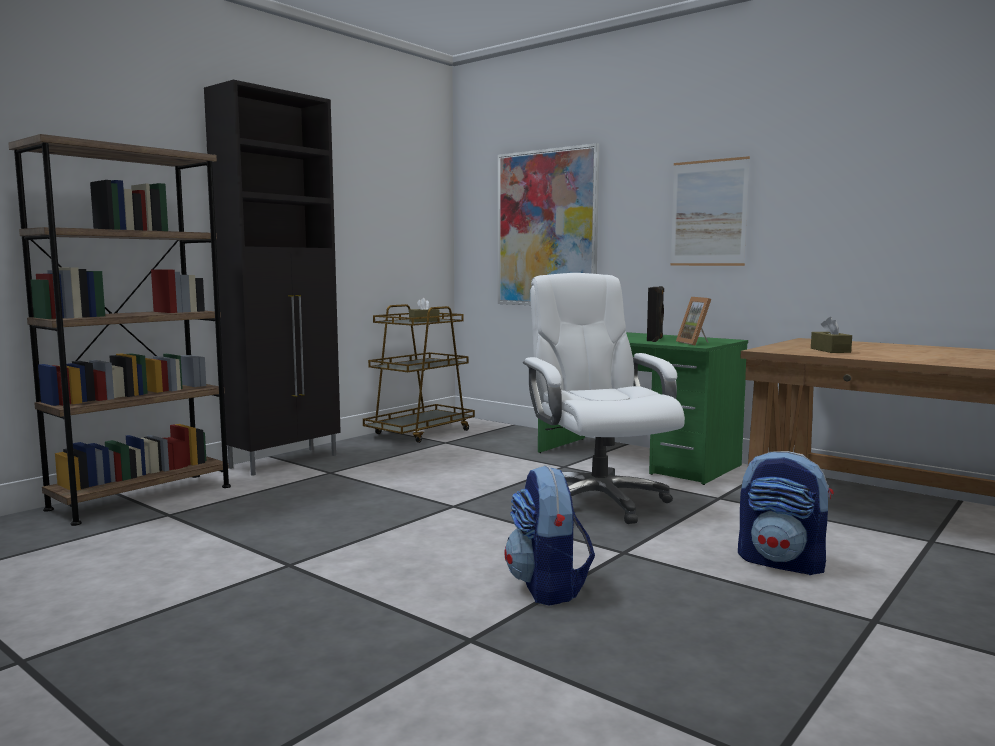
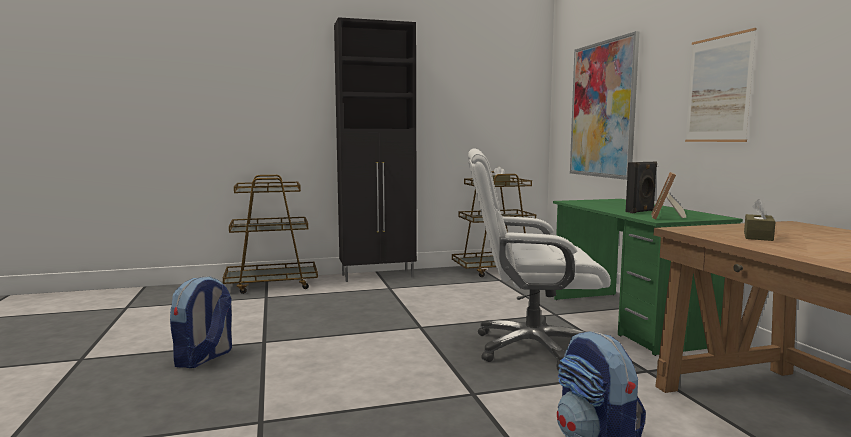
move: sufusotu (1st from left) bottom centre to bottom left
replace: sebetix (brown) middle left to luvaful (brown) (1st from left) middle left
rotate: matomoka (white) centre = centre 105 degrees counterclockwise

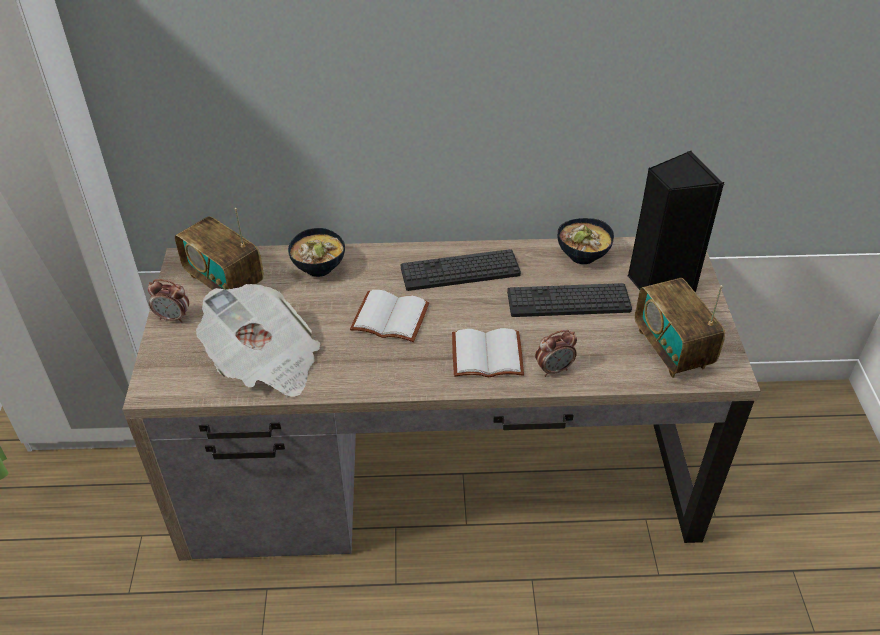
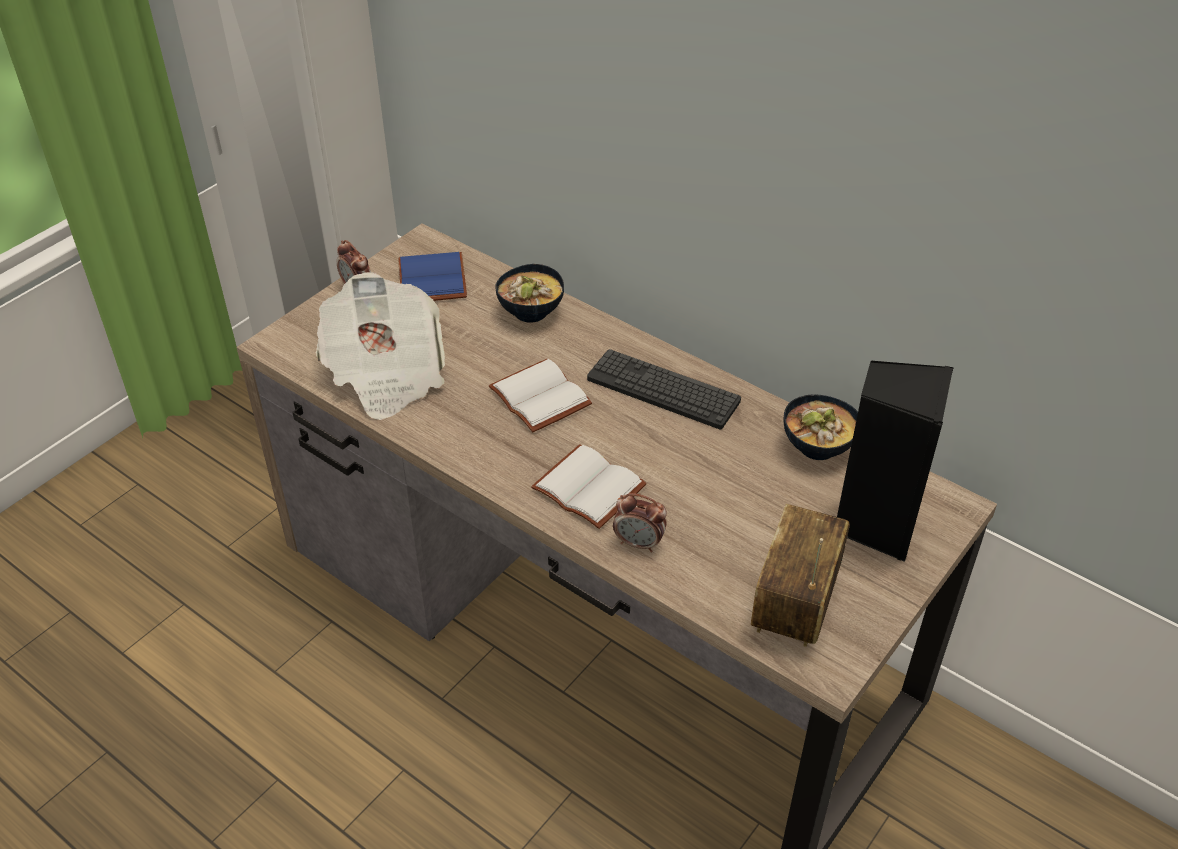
delete: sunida (2nd from left) centre
replace: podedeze (1st from left) middle left to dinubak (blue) top centre

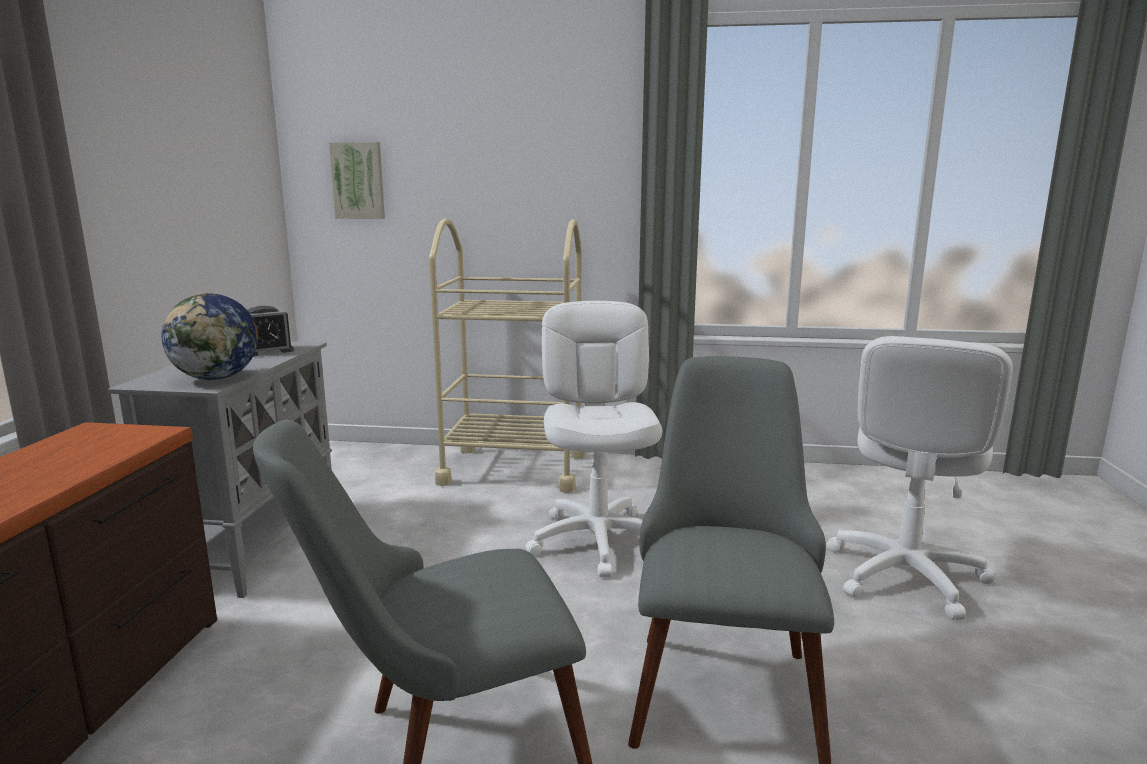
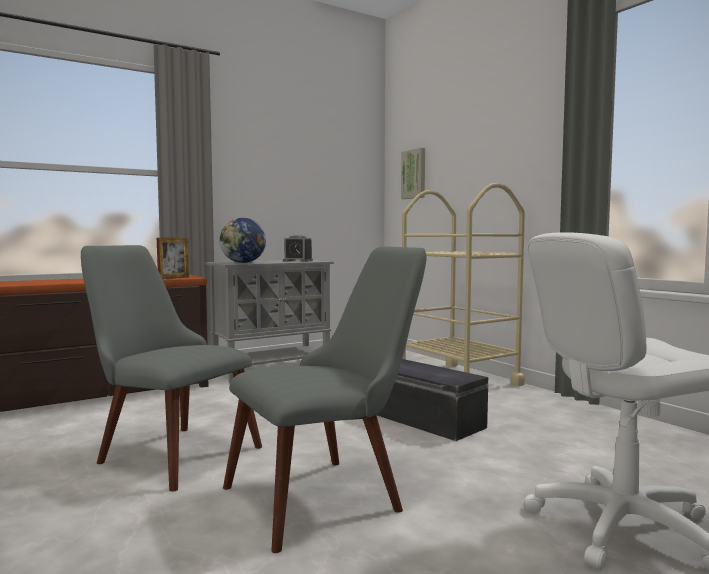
insert: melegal middle left
replace: matomoka (white) (1st from left) centre to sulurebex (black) bottom centre

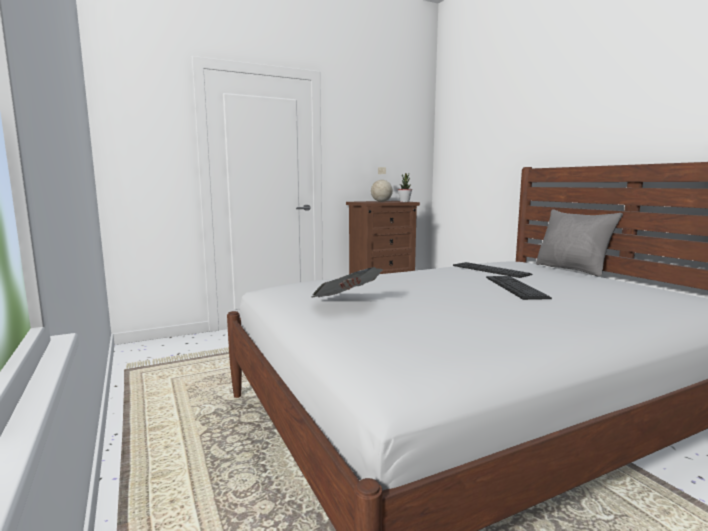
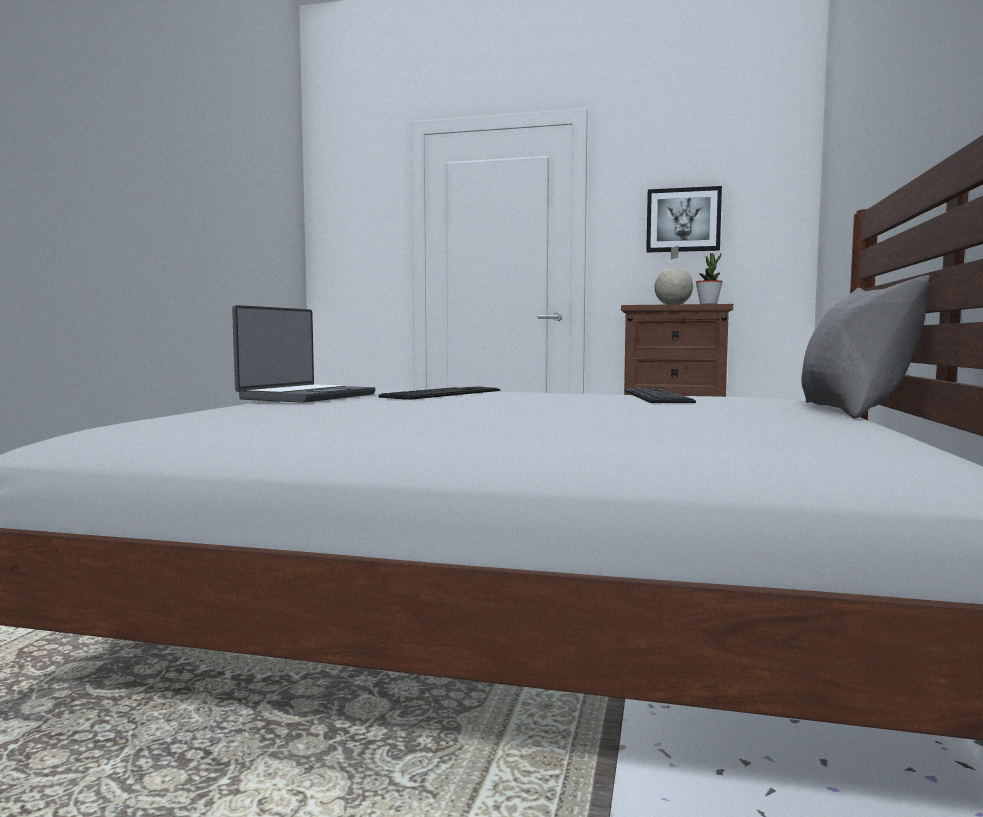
insert: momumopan top right
move: sunida (2nd from left in the first image) middle right to sunida (1st from left) centre
replace: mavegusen centre to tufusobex middle left

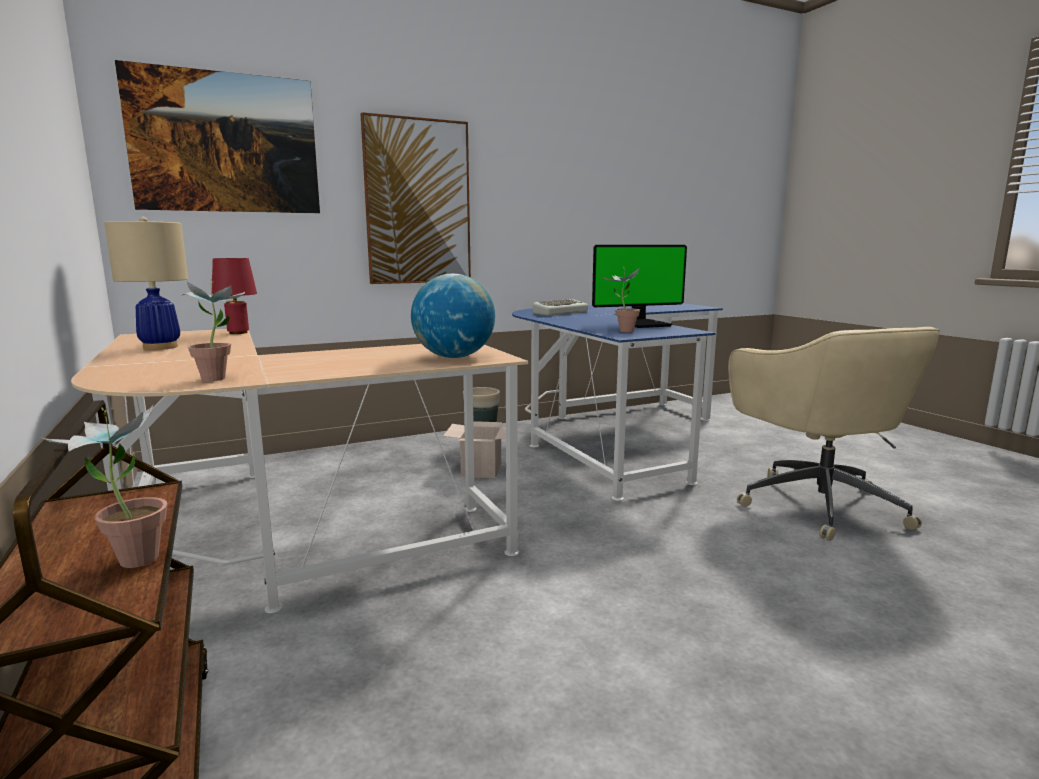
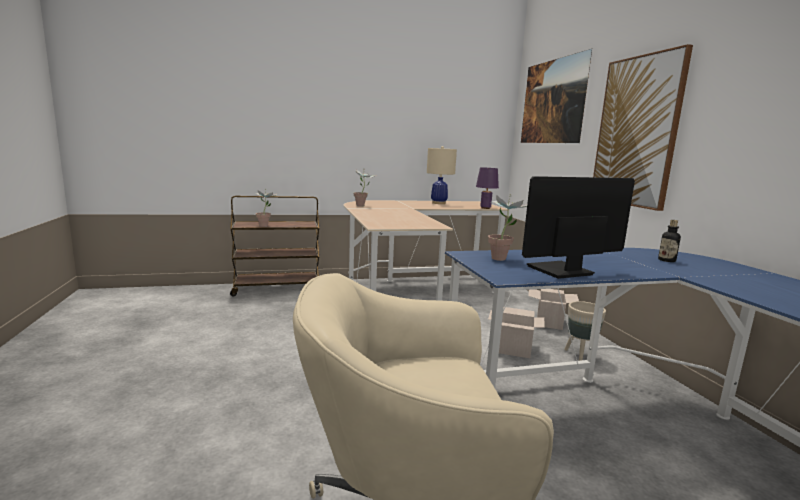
delete: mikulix centre
insert: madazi (2nd from left) middle right
replace: sunida centre to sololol middle right
recolor: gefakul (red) middle left to gefakul (purple) centre
rotate: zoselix centre = middle right 75 degrees clockwise

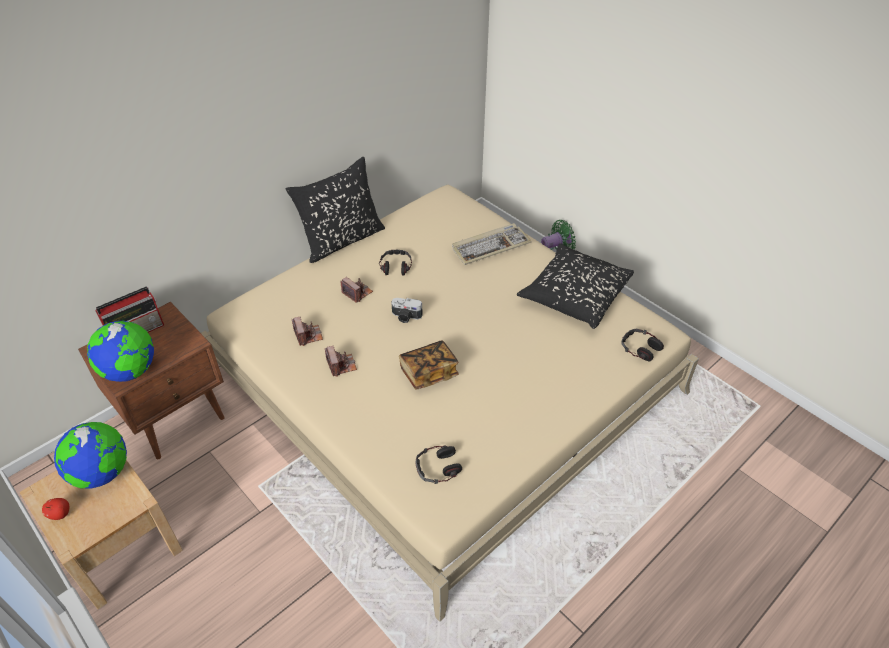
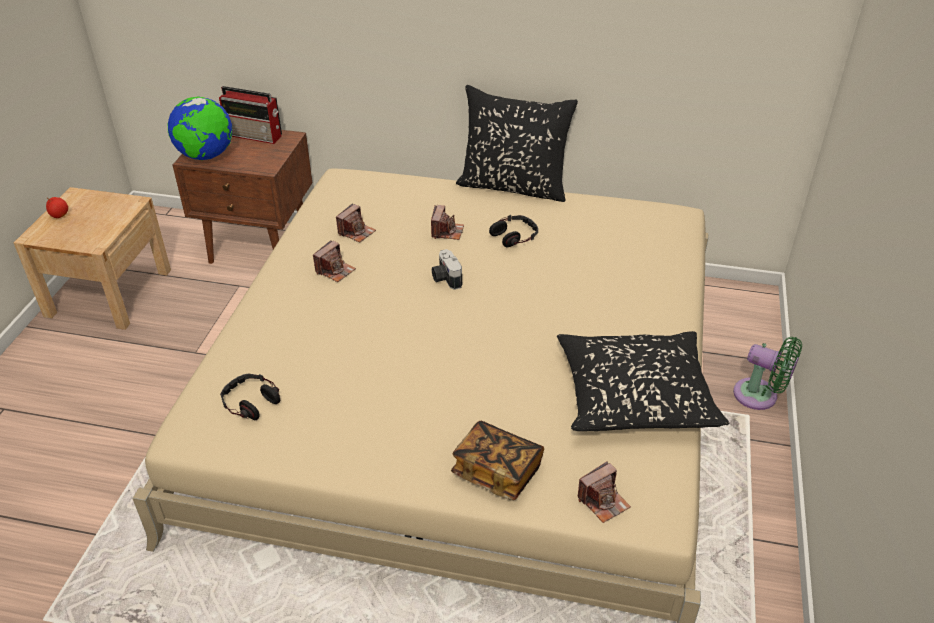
delete: mikulix (1st from left) bottom left; sunida centre
move: dinubak centre to bottom centre
replace: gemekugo (3rd from left) middle right to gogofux (5th from left) bottom centre

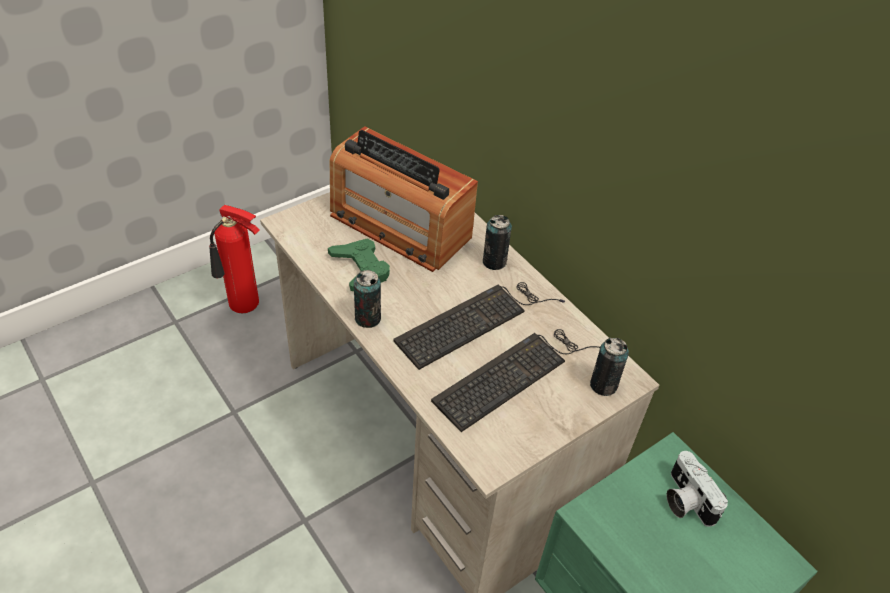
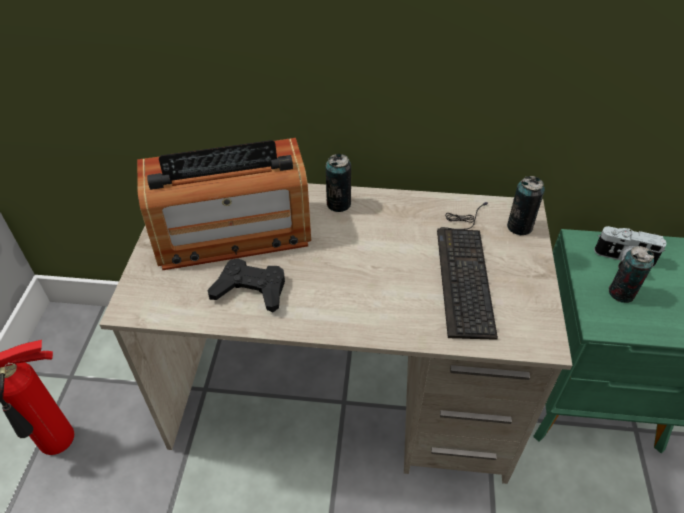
delete: sunida (1st from left) centre
move: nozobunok (1st from left in the first image) centre to nozobunok (3rd from left) middle right
recolor: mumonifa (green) centre to mumonifa (black) centre

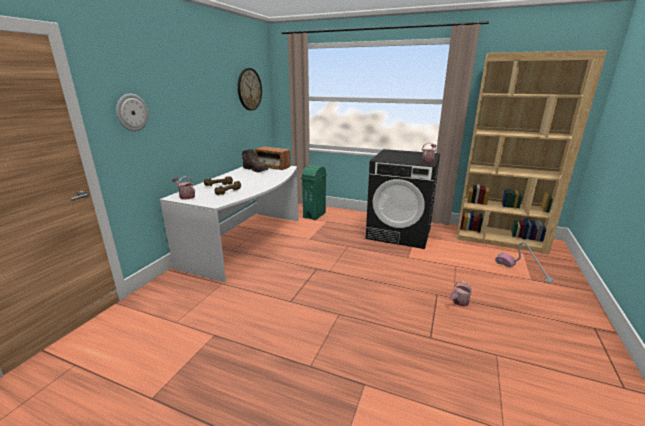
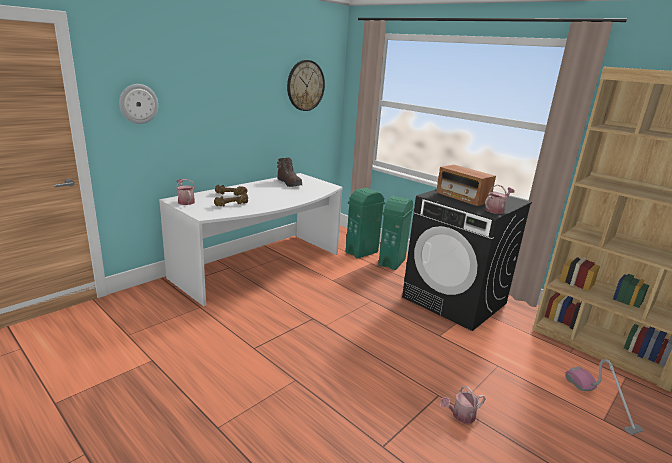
insert: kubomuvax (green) (2nd from left) centre
move: podedeze centre to middle right

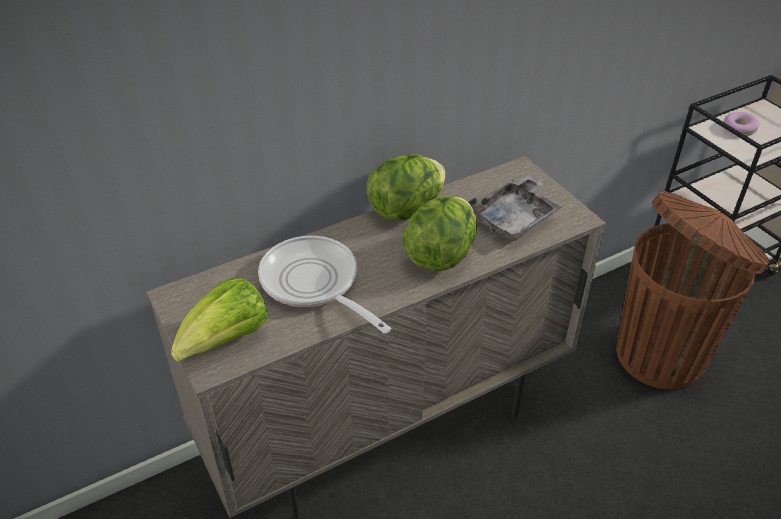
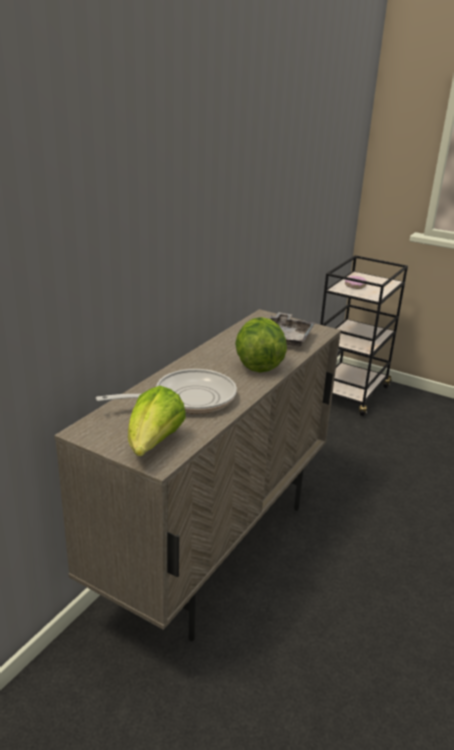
delete: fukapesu (2nd from left) centre; kubomuvax (brown) middle right
rotate: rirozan centre = centre 135 degrees clockwise

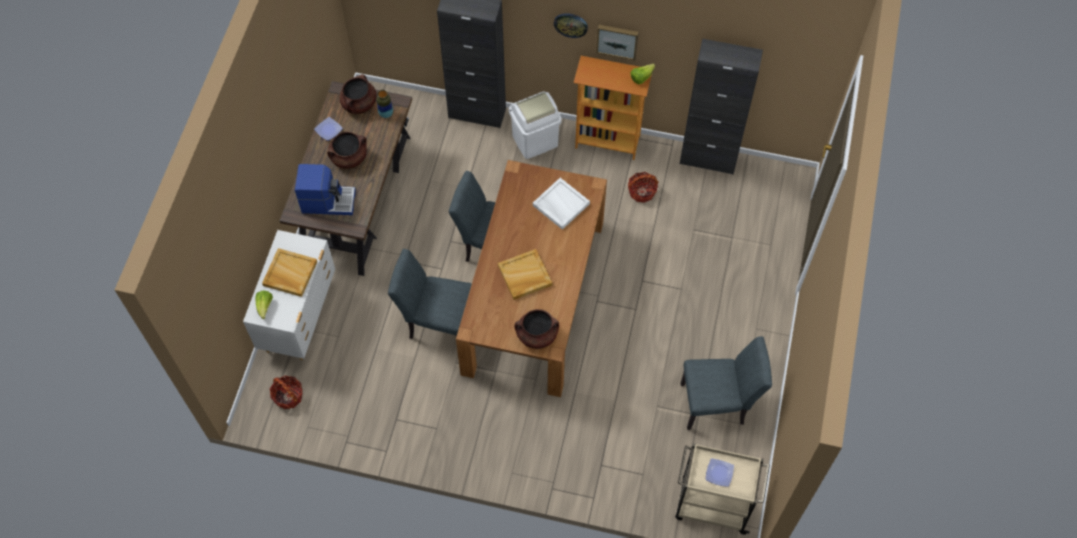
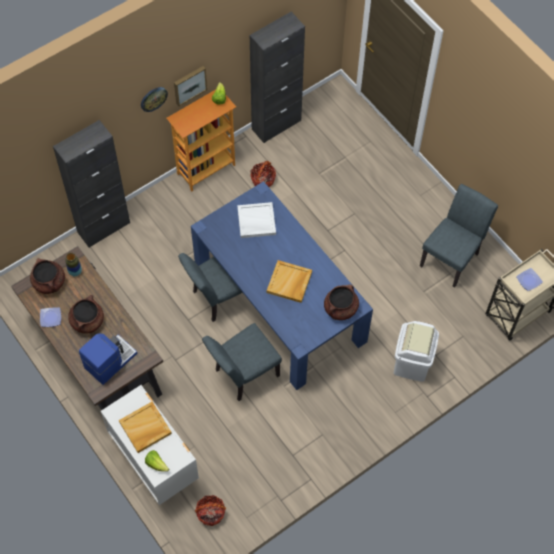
move: kubomuvax (white) top centre to middle right
recolor: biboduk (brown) centre to biboduk (blue) centre

